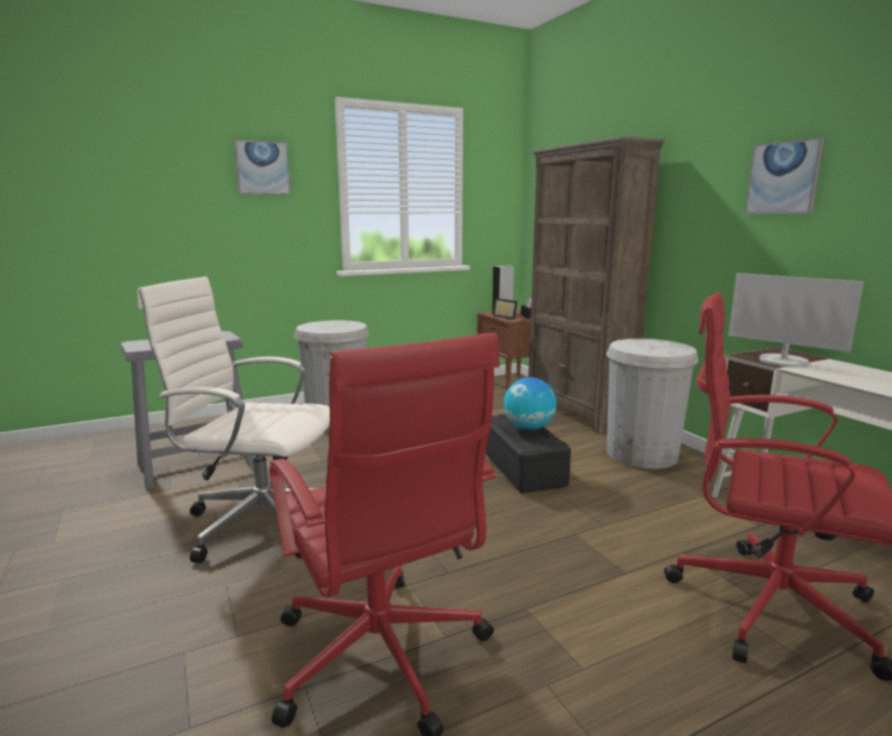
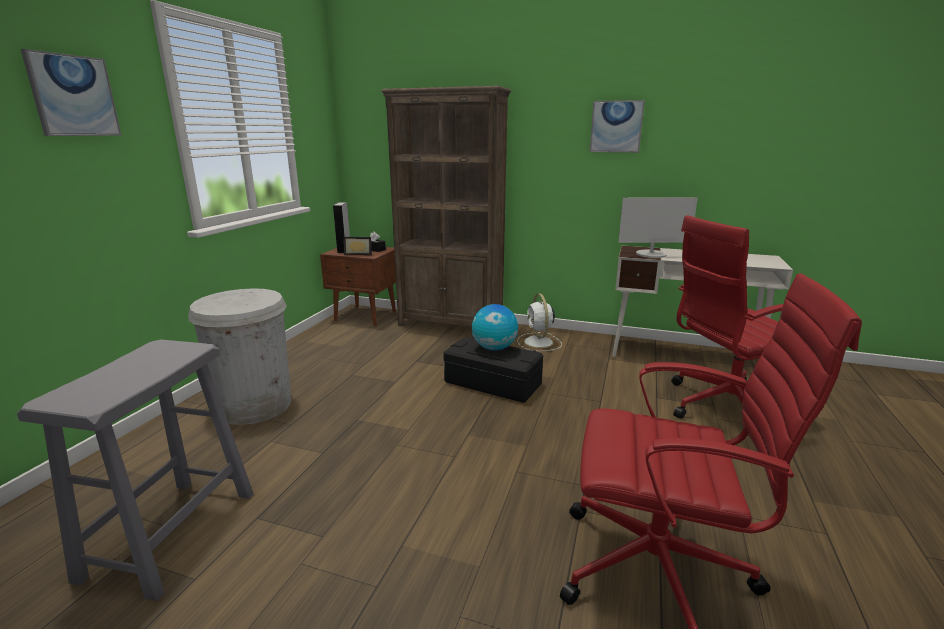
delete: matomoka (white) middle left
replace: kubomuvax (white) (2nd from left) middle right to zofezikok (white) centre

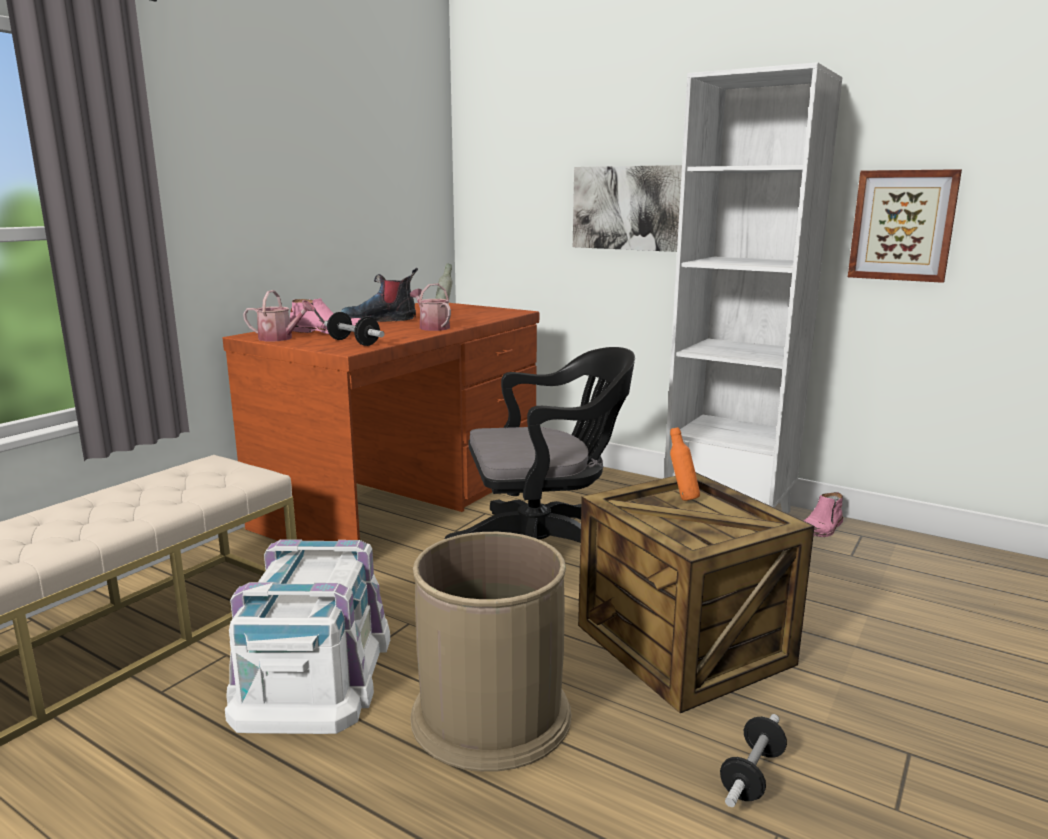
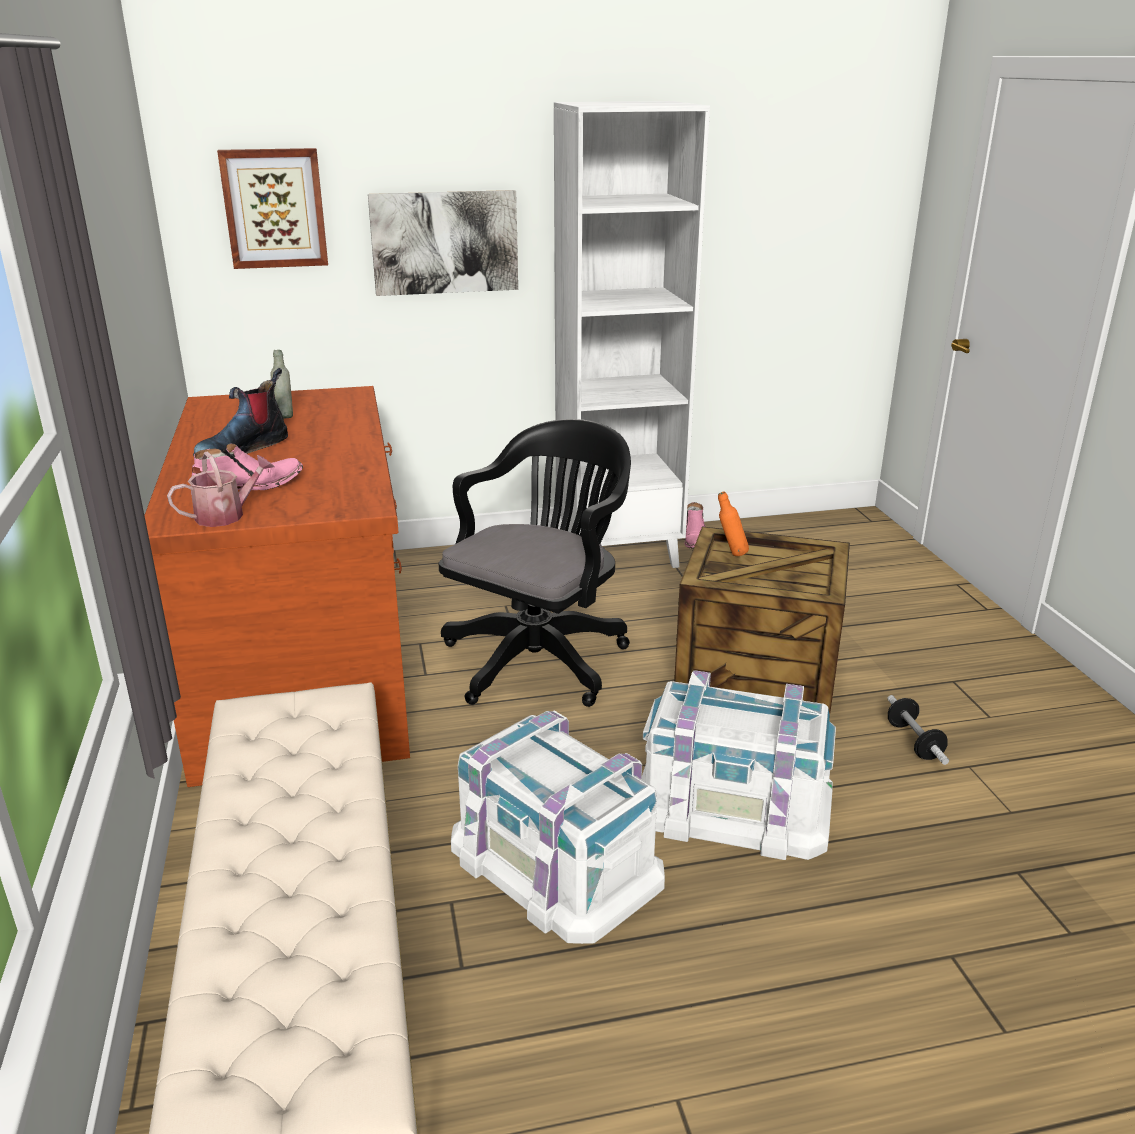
delete: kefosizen (1st from left) centre; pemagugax (2nd from left) centre
move: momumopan (2nd from left in the first image) top right to momumopan (1st from left) top left
replace: kubomuvax (brown) bottom centre to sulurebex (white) (2nd from left) bottom centre

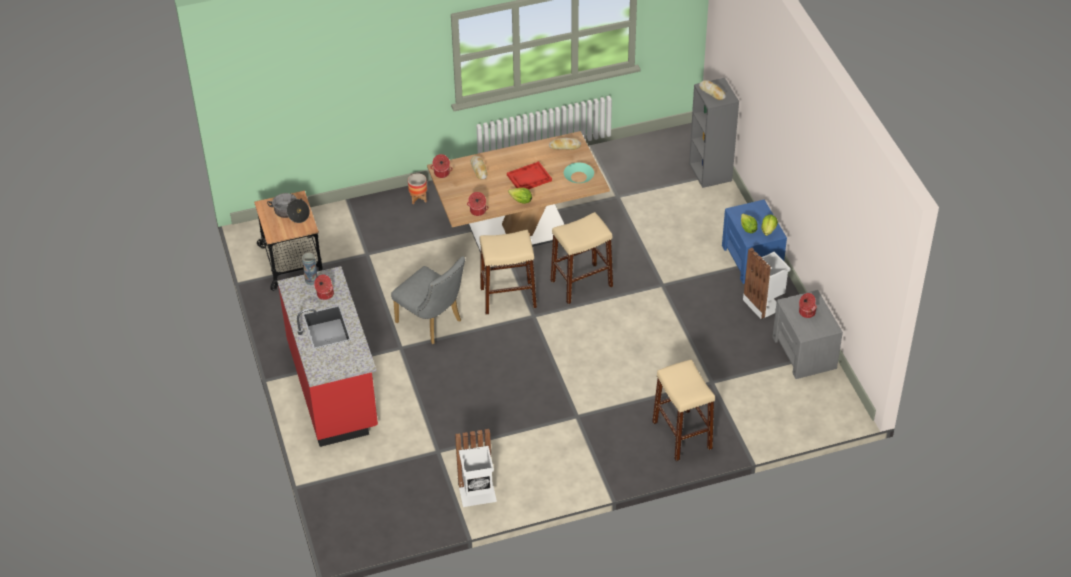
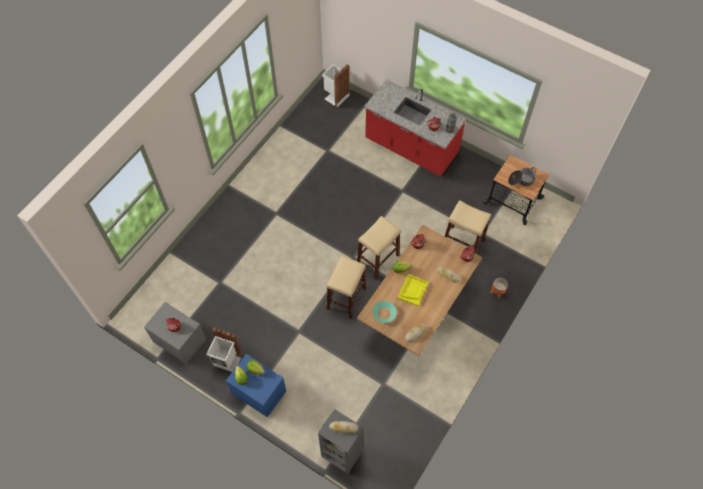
delete: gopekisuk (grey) centre
move: kubomuvax (white) (1st from left in the first image) bottom centre to kubomuvax (white) (2nd from left) top centre; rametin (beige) (3rd from left) bottom centre to centre
recolor: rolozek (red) top centre to rolozek (yellow) centre

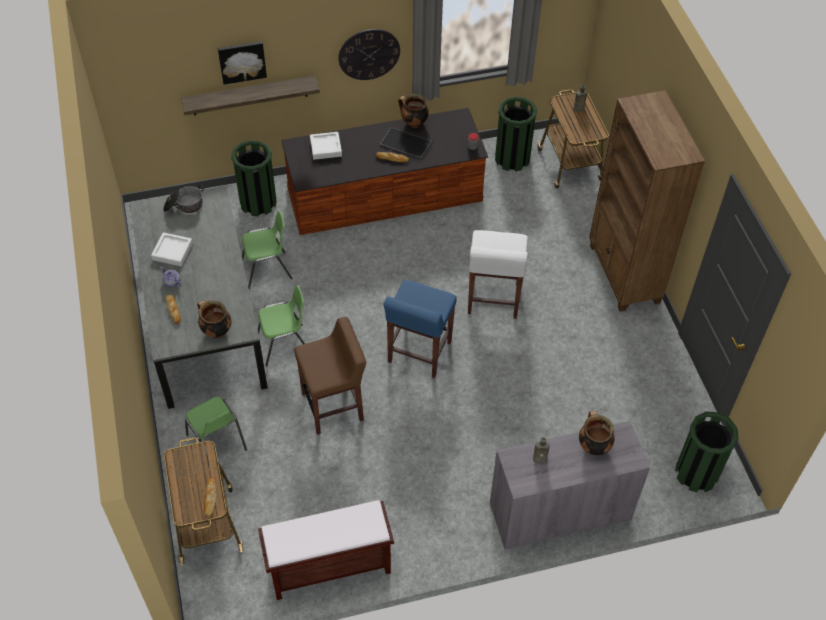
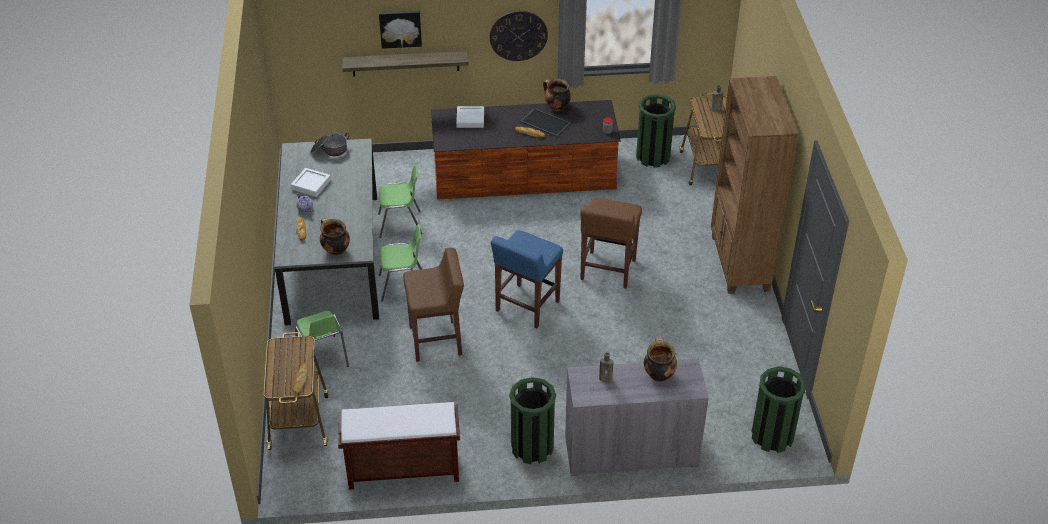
move: kubomuvax (green) (1st from left) top left to bottom centre
recolor: rametin (white) centre to rametin (brown) (2nd from left) centre

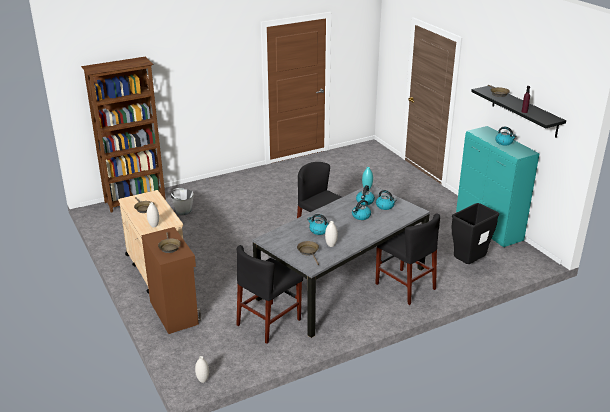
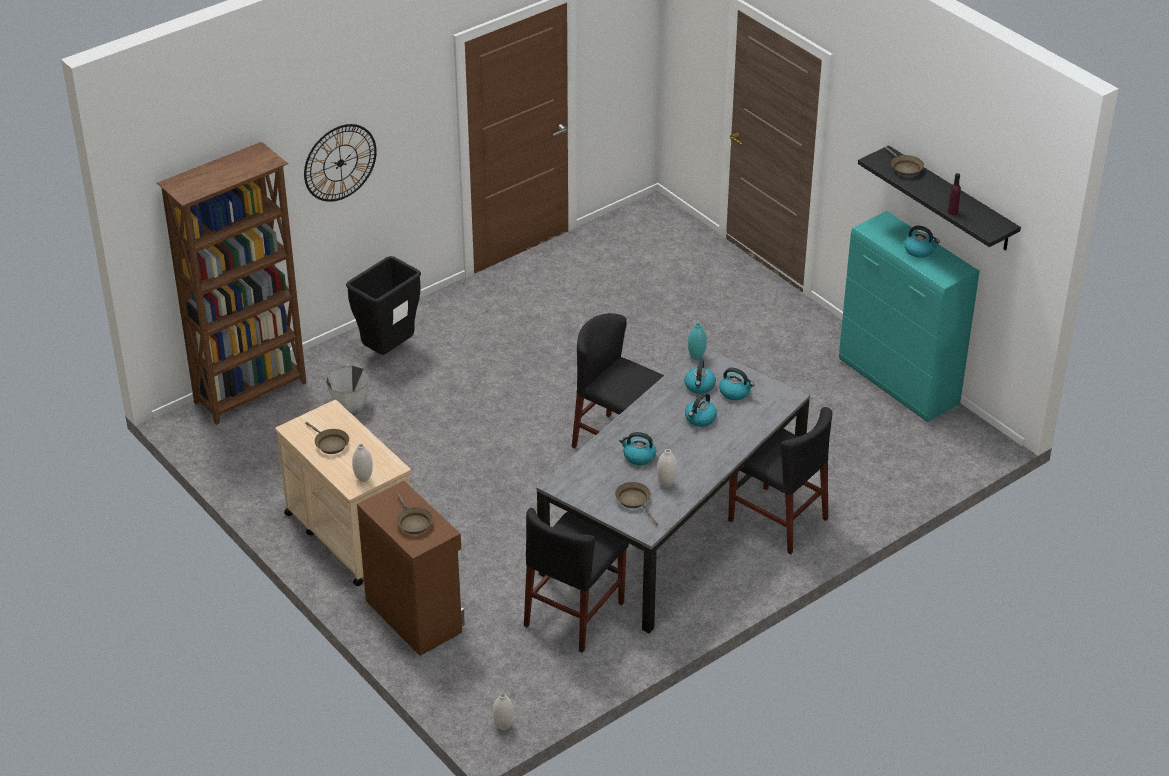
insert: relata top left
move: kubomuvax (black) middle right to middle left

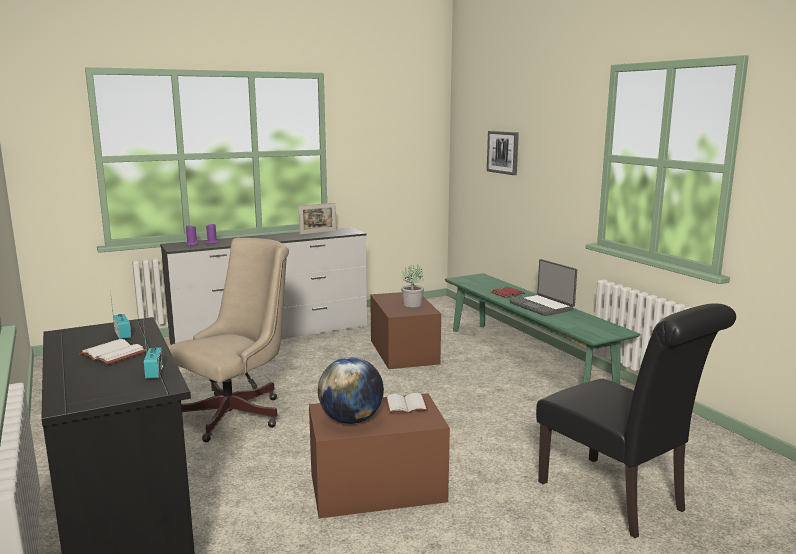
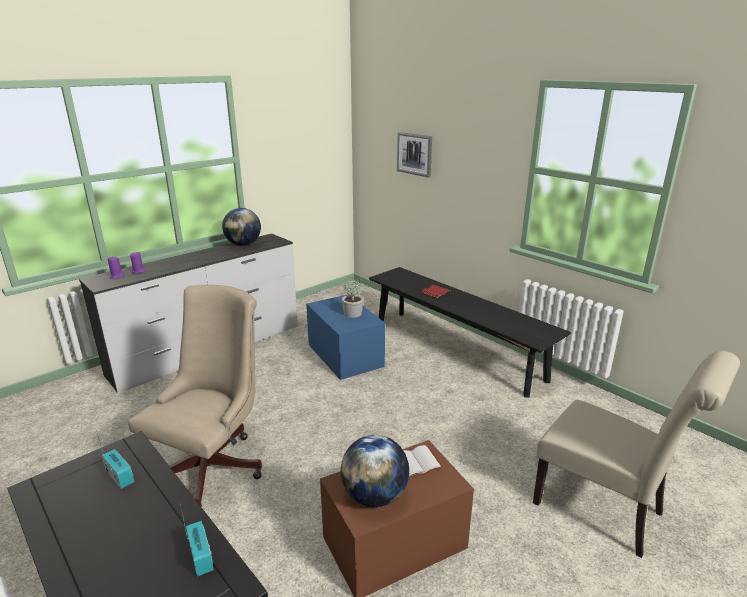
delete: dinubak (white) (1st from left) middle left; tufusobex middle right
replace: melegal centre to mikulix (1st from left) middle left
recolor: sulurebex (brown) (2nd from left) centre to sulurebex (blue) centre; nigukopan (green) middle right to nigukopan (black) centre; gopekisuk (black) bottom right to gopekisuk (beige) bottom right

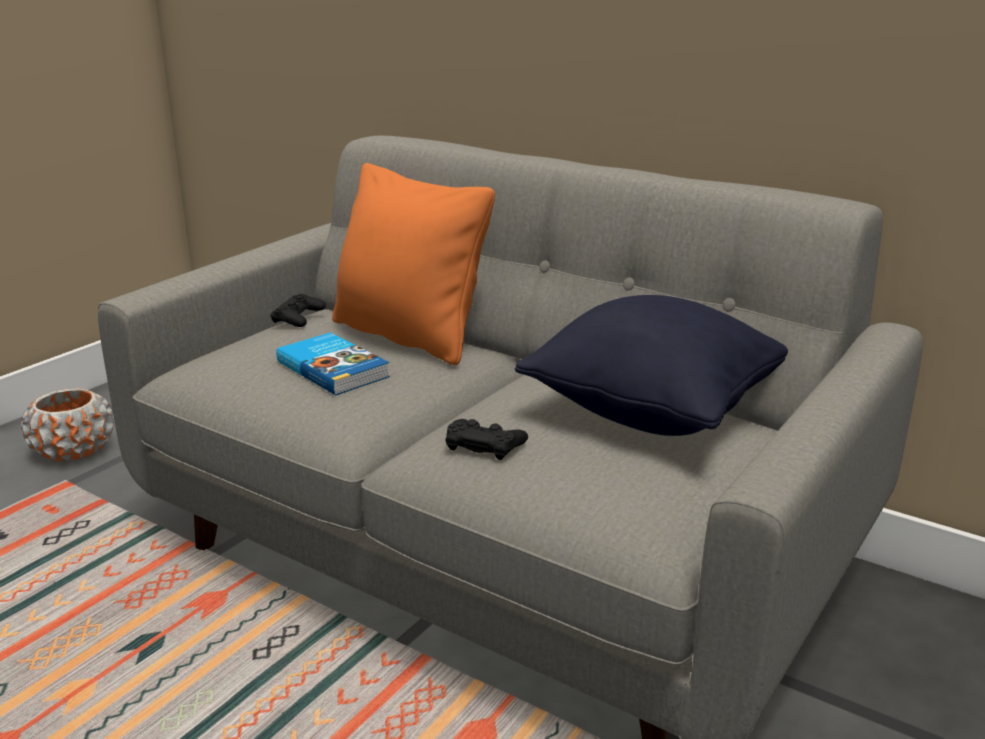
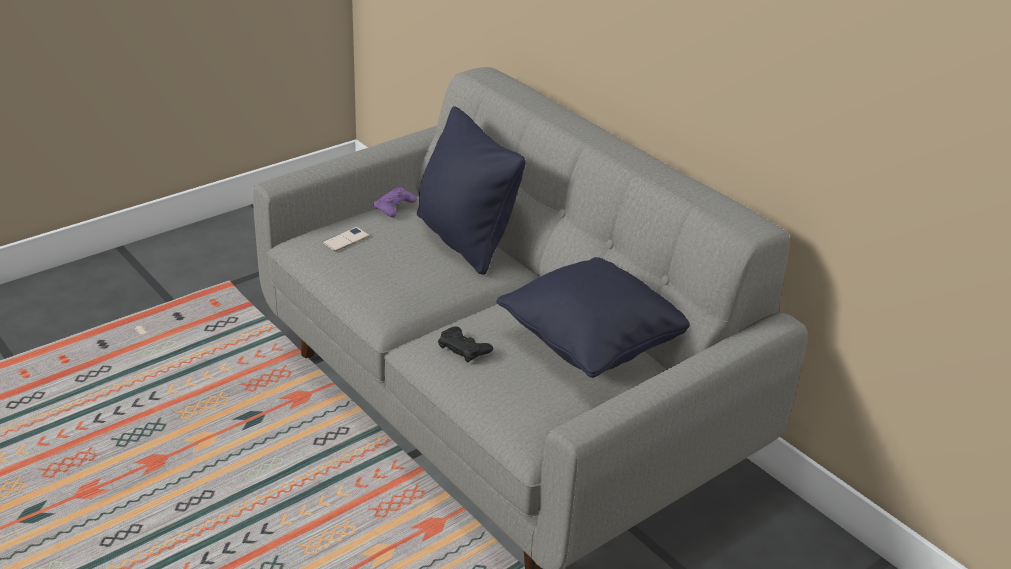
delete: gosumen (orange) middle left; dinubak centre
insert: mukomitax centre
recolor: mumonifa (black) (1st from left) middle left to mumonifa (purple) centre; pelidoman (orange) centre to pelidoman (black) (1st from left) centre

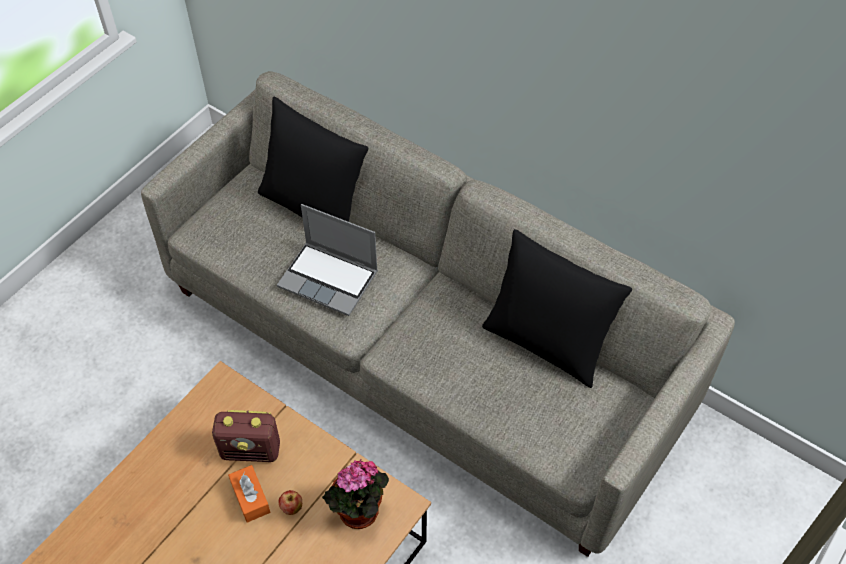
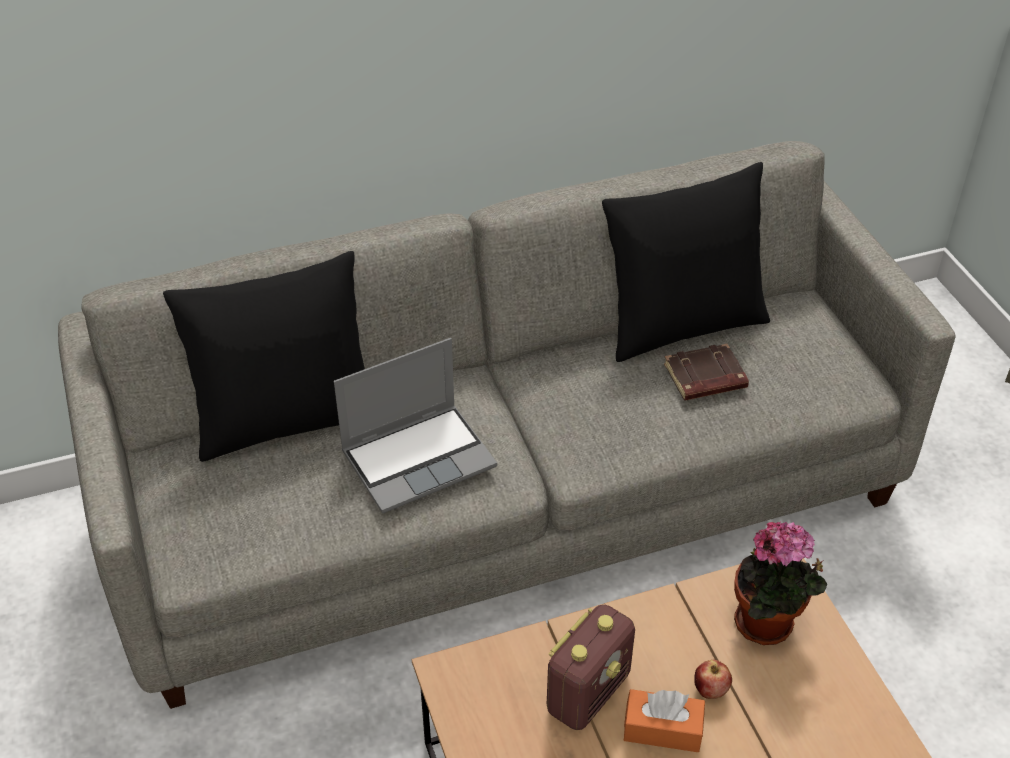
insert: dinubak (brown) middle right

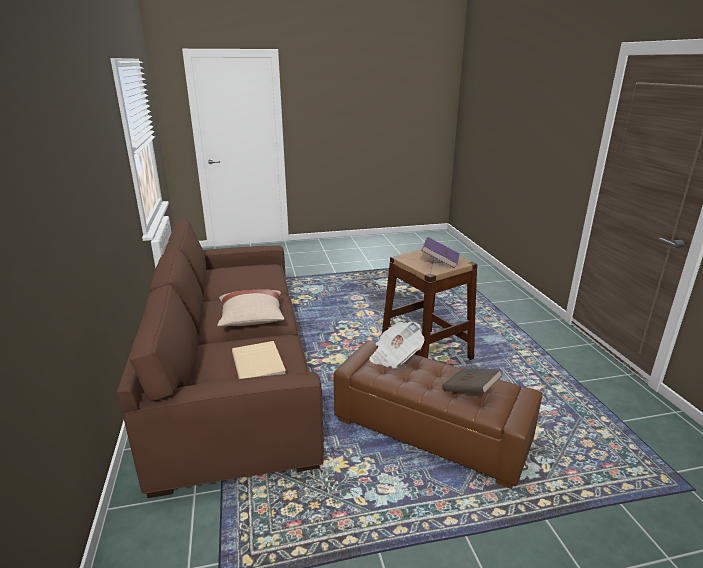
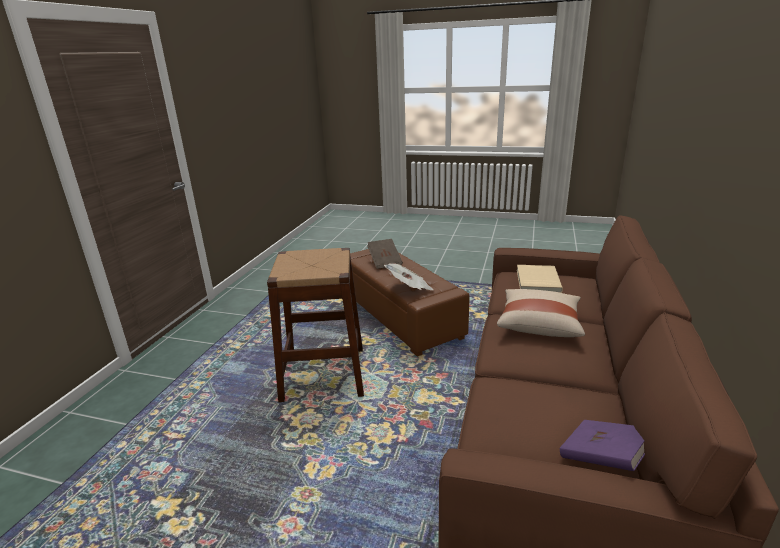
move: dinubak (purple) centre to bottom right

